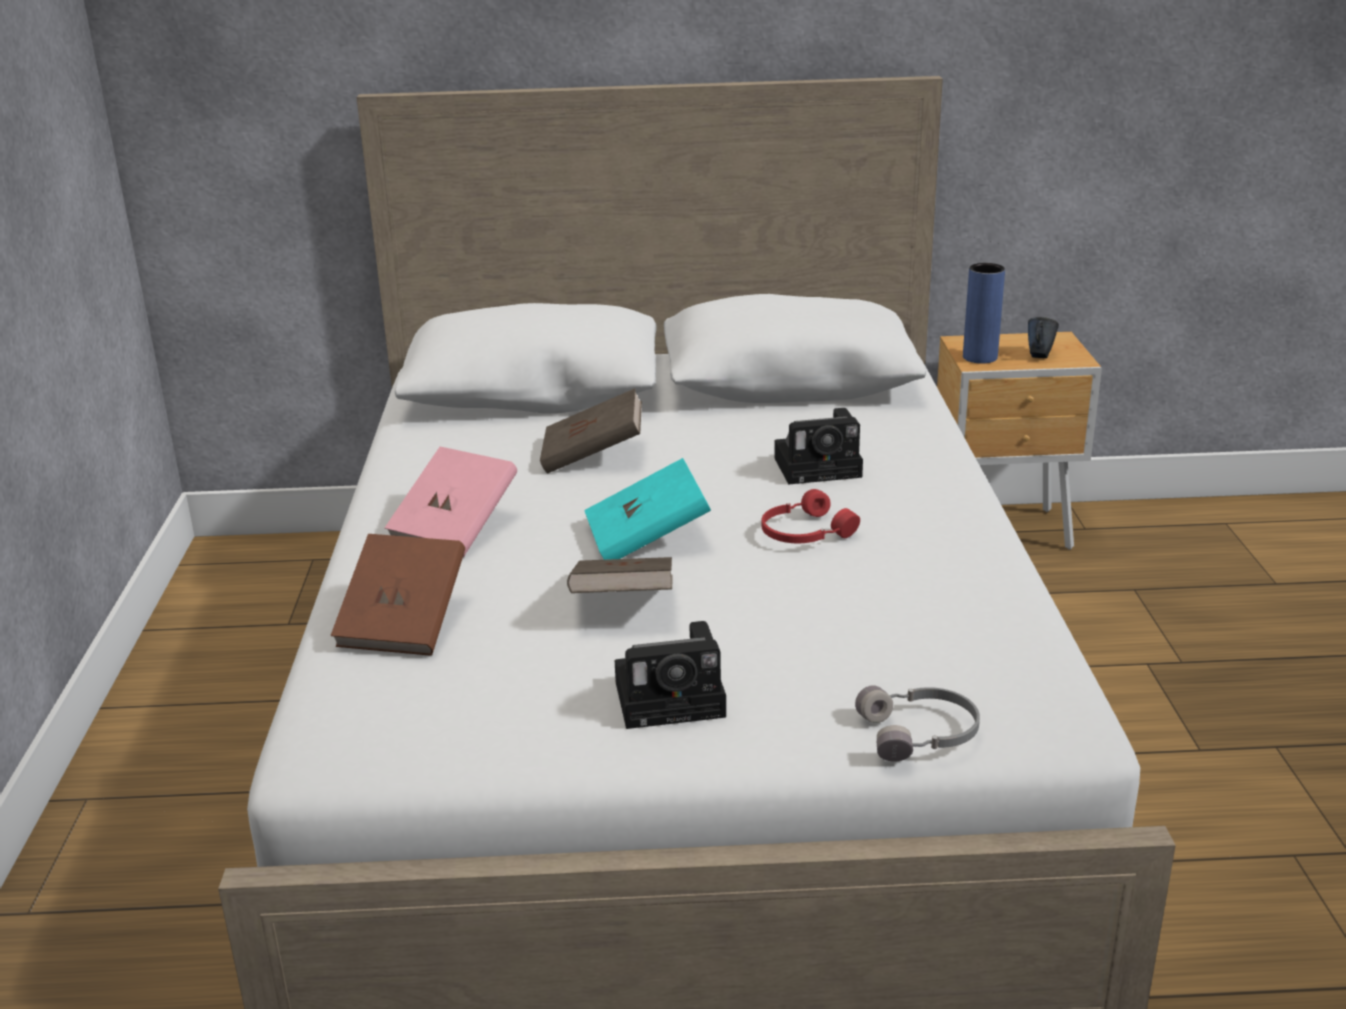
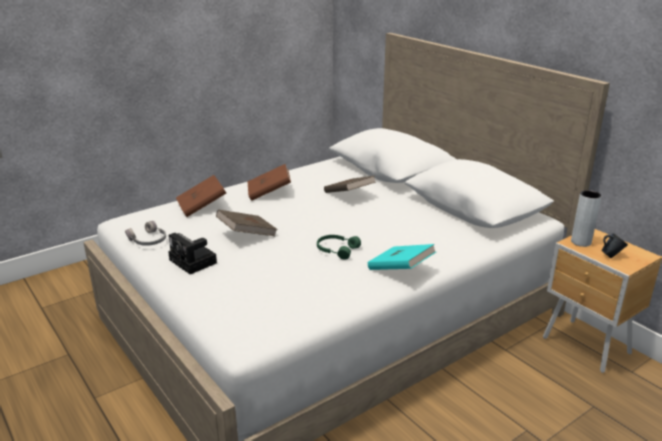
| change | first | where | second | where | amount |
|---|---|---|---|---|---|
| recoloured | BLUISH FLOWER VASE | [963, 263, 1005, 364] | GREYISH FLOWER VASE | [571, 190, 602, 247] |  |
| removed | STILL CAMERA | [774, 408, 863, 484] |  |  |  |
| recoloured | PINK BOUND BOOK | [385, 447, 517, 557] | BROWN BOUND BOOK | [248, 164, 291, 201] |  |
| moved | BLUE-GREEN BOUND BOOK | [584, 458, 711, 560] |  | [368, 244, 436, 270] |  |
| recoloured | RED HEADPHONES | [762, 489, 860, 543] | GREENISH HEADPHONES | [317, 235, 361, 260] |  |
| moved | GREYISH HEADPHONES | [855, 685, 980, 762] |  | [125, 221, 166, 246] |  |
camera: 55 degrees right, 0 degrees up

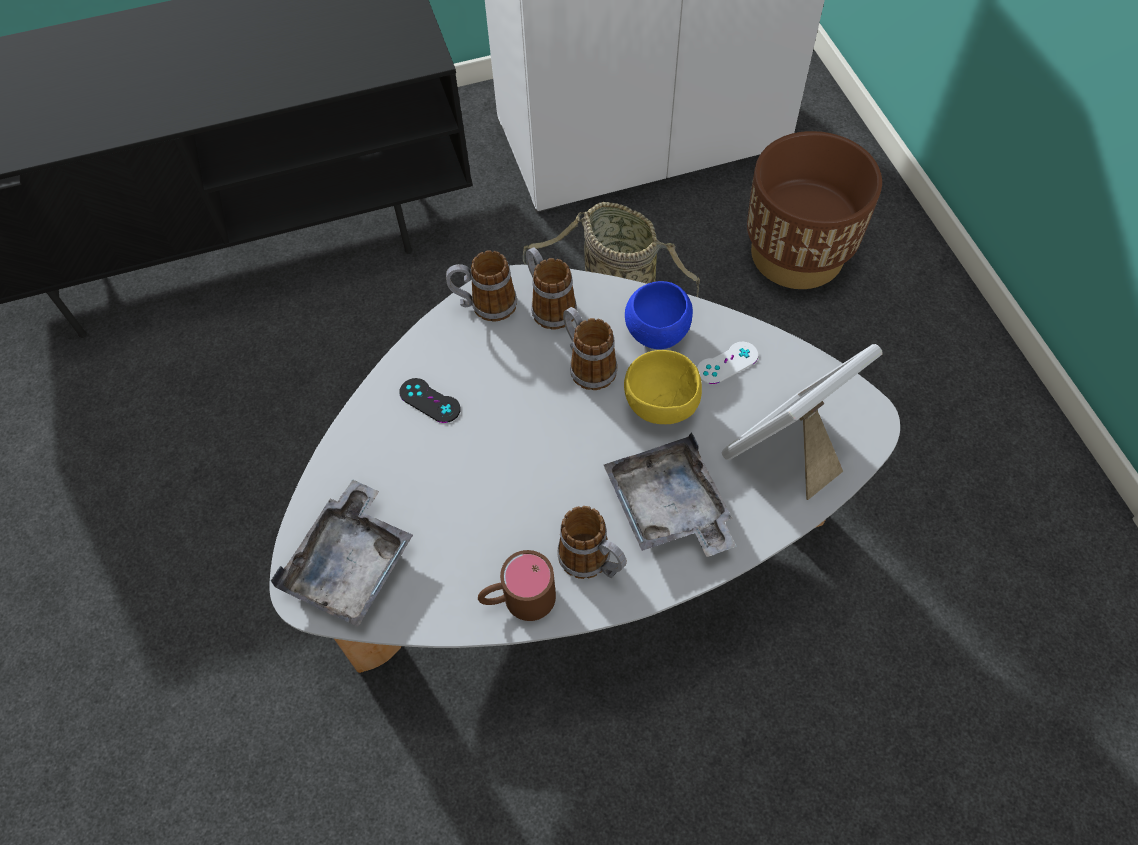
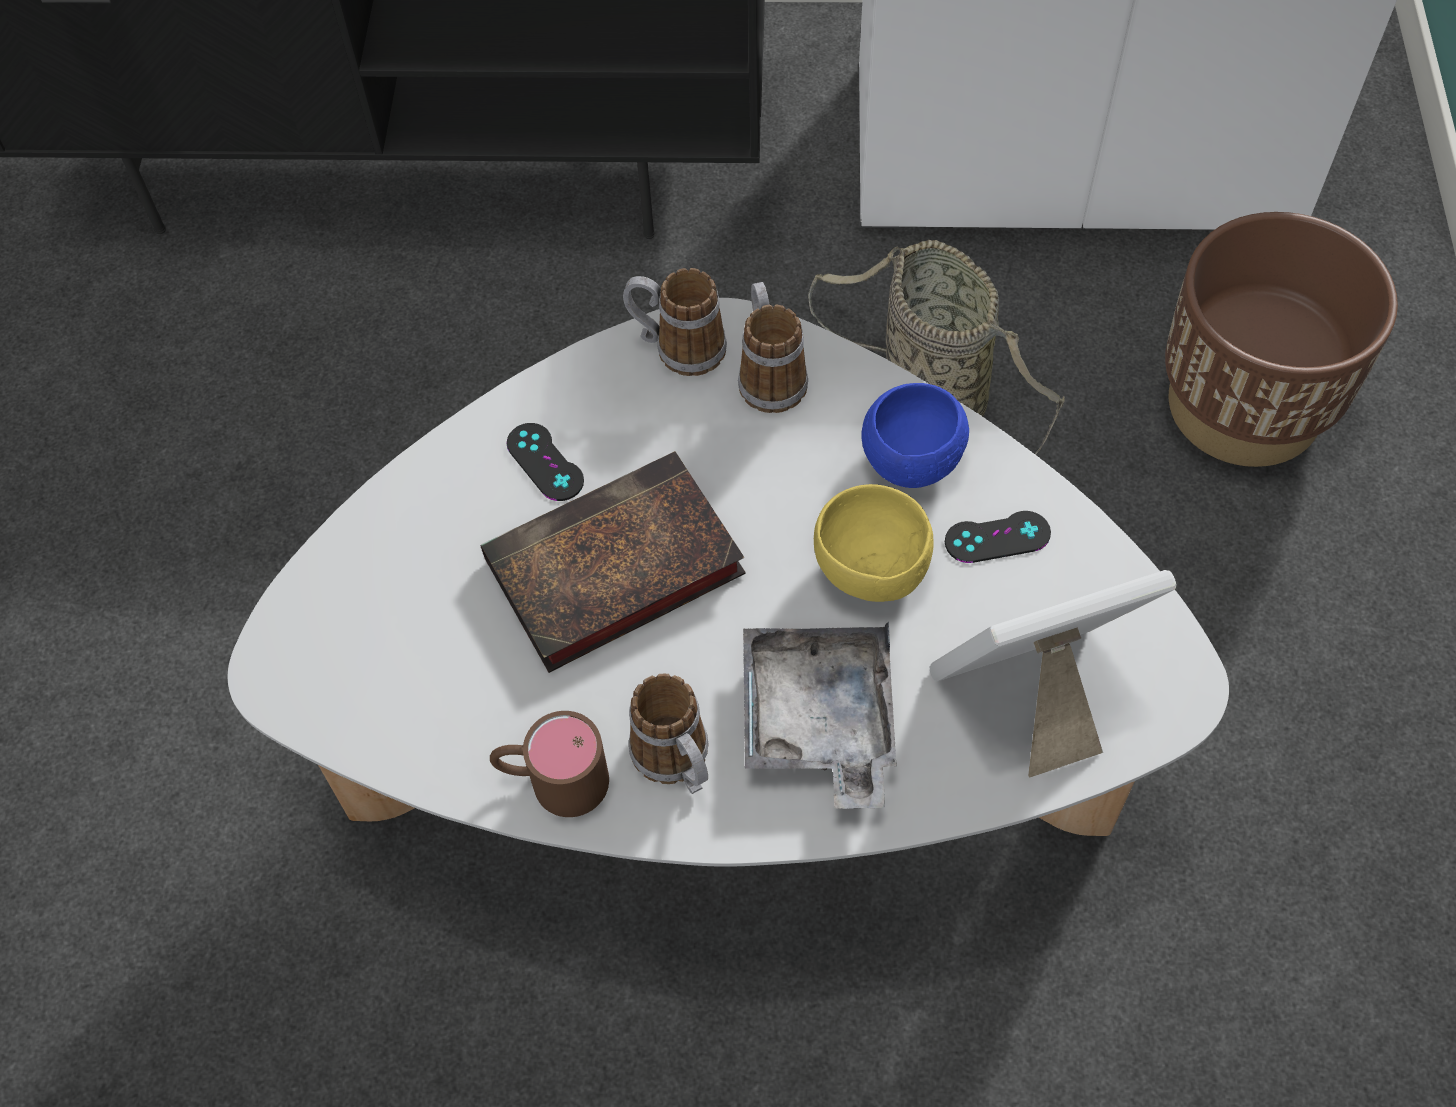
| change | first | where | second | where | amount |
|---|---|---|---|---|---|
| removed | COFFEE MUG | [563, 307, 617, 390] |  |  |  |
| recoloured | WHITE-COLOURED GAME CONTROLLER | [697, 342, 758, 384] | BLACKISH GAME CONTROLLER | [945, 511, 1051, 563] |  |
| removed | GREYISH SERVING TRAY | [271, 479, 413, 627] |  |  |  |
| added |  |  | BOUND BOOK | [480, 451, 746, 673] |  |
camera: 20 degrees right, 0 degrees up

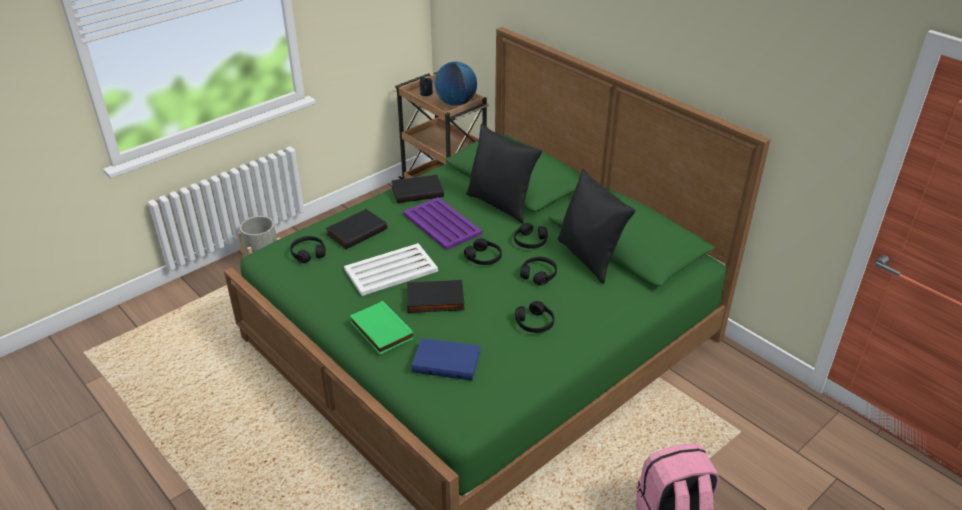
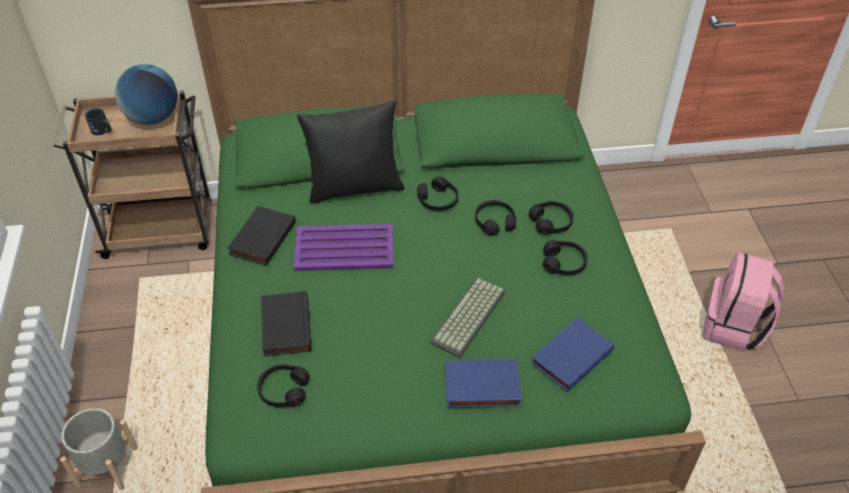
| change | first | where | second | where | amount |
|---|---|---|---|---|---|
| removed | BLACKISH CUSHION | [558, 168, 636, 284] |  |  |  |
| moved | BLACKISH HEADPHONES | [464, 238, 502, 265] |  | [529, 201, 574, 235] |  |
| removed | WHITE-COLOURED SERVING TRAY | [344, 243, 438, 296] |  |  |  |
| replaced | BLACKISH BOUND BOOK | [407, 280, 465, 313] | KEYBOARD | [430, 278, 505, 358] |  |
| recoloured | GREENISH BOUND BOOK | [350, 301, 414, 354] | BLUISH BOUND BOOK | [445, 359, 522, 408] |  |
camera: 55 degrees left, 10 degrees up

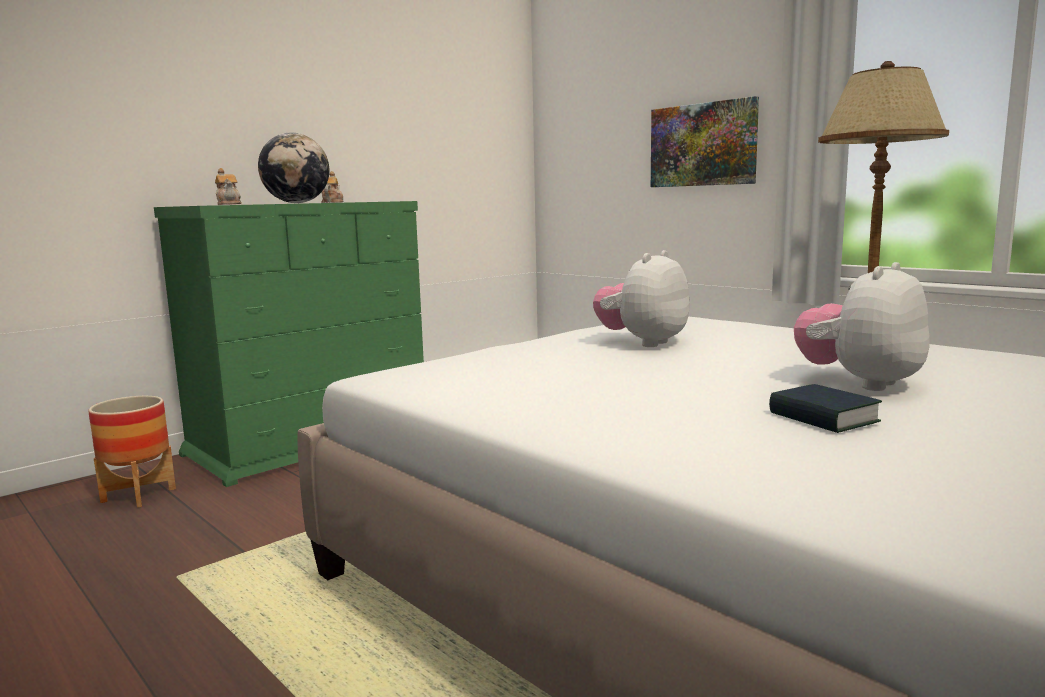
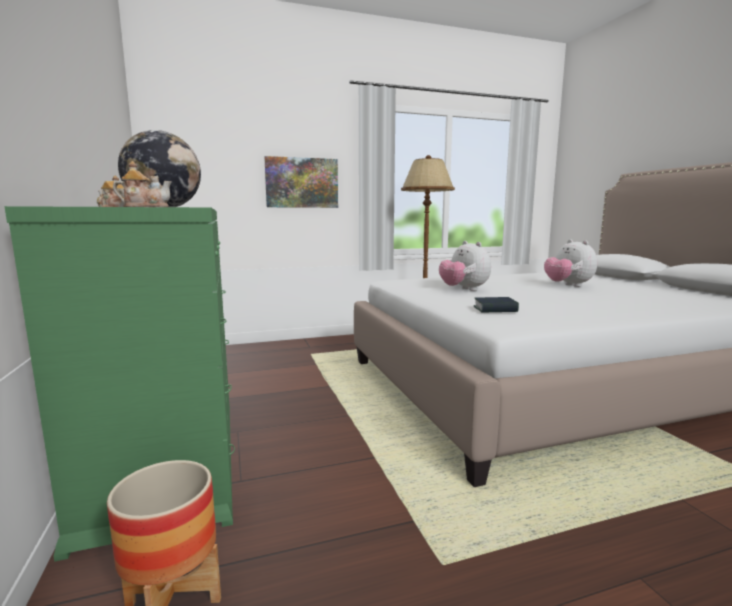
| change | first | where | second | where | amount |
|---|---|---|---|---|---|
| moved | BOUND BOOK | [769, 384, 882, 433] |  | [474, 297, 519, 312] |  |
camera: 65 degrees left, 0 degrees up

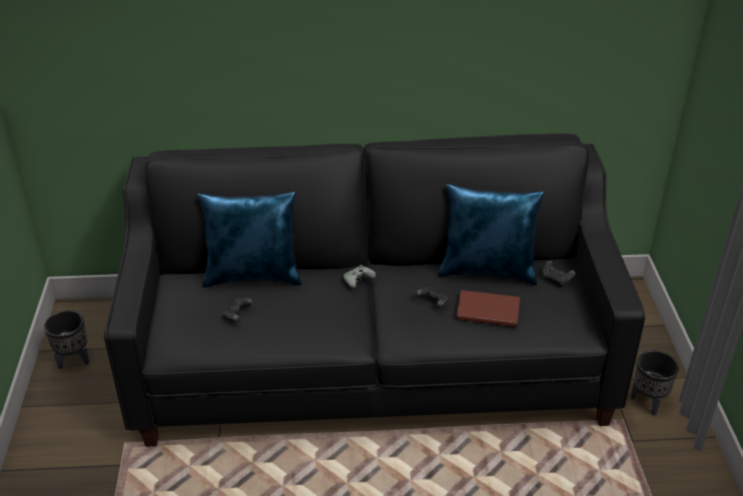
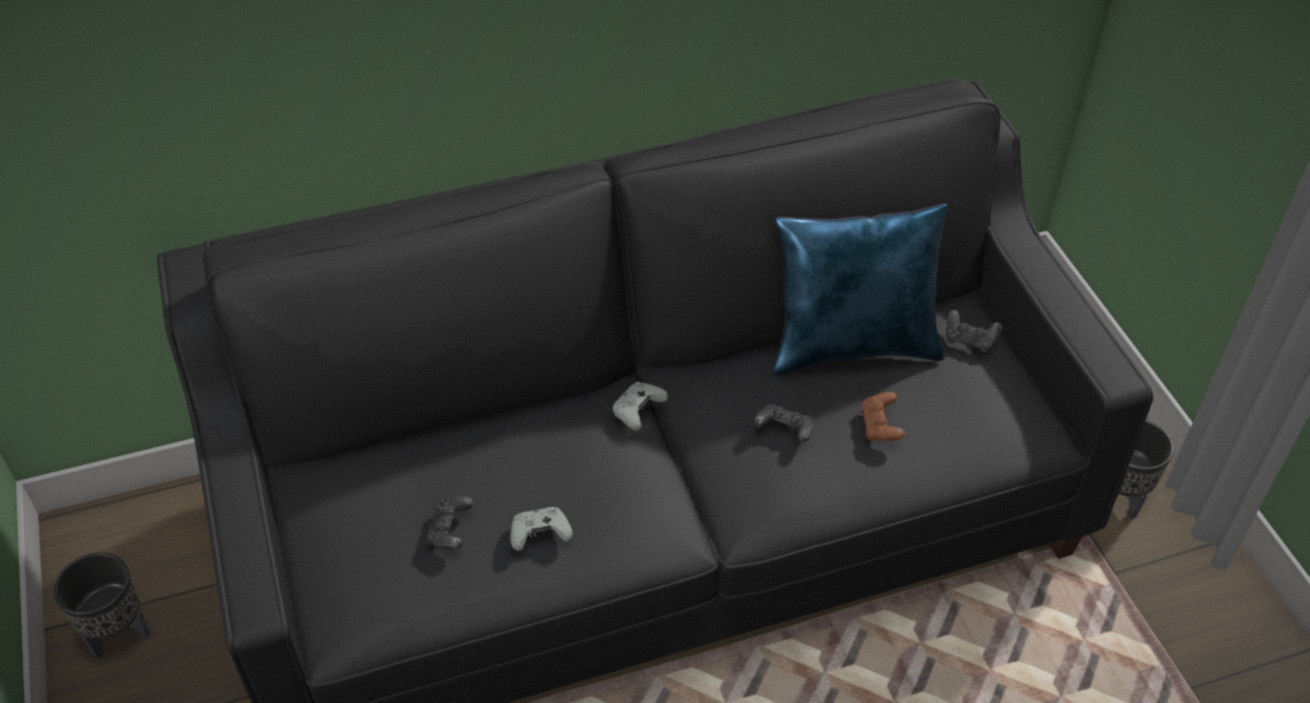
| change | first | where | second | where | amount |
|---|---|---|---|---|---|
| removed | BLUISH CUSHION | [198, 192, 302, 287] |  |  |  |
| replaced | BROWN BOUND BOOK | [456, 290, 520, 327] | BROWN GAME CONTROLLER | [861, 392, 905, 441] |  |
| added |  |  | GREYISH GAME CONTROLLER | [511, 507, 573, 551] |  |
camera: 15 degrees left, 10 degrees up

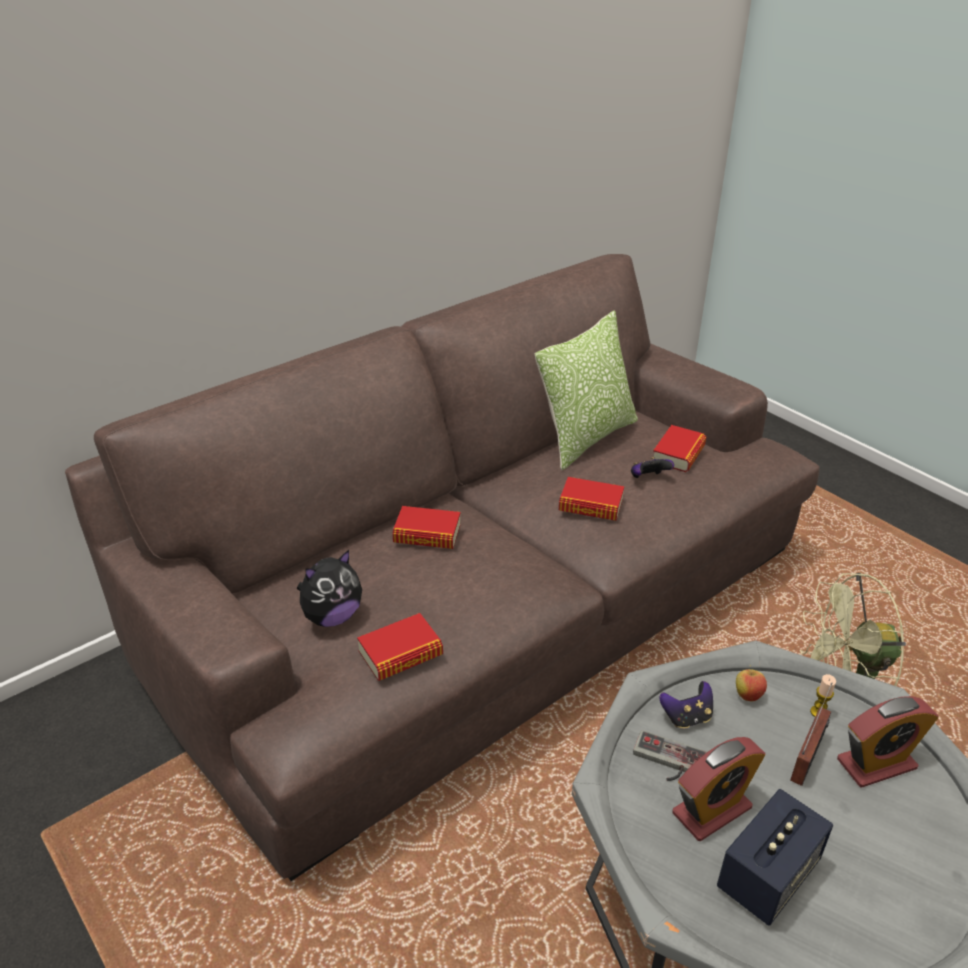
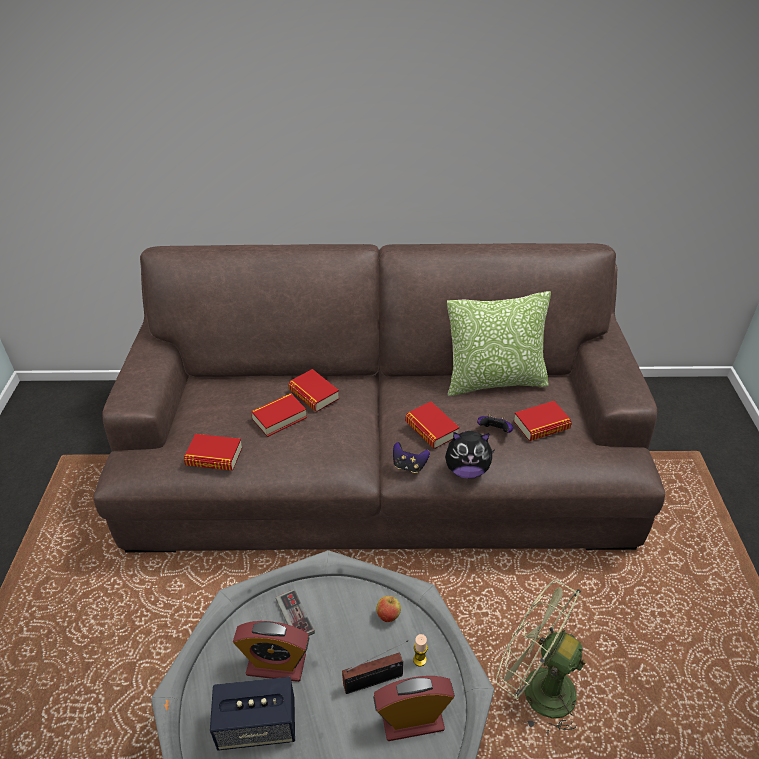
| change | first | where | second | where | amount |
|---|---|---|---|---|---|
| moved | SOFT TOY | [297, 550, 362, 627] |  | [445, 431, 495, 479] |  |
| moved | GAME CONTROLLER | [660, 681, 713, 728] |  | [393, 442, 430, 473] |  |
| turned | TABLE CLOCK | [837, 696, 939, 788] |  | [373, 676, 455, 741] | 150 degrees clockwise |
| added |  |  | BOUND BOOK | [251, 393, 307, 437] |  |
camera: 40 degrees right, 5 degrees up

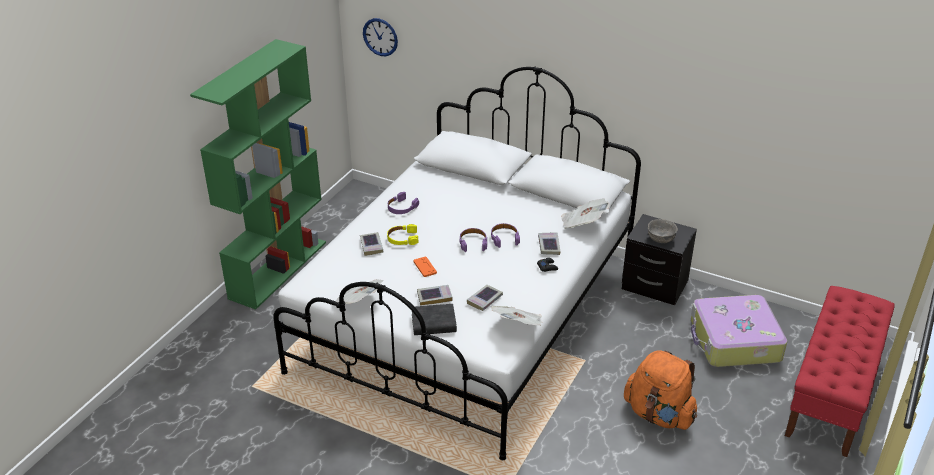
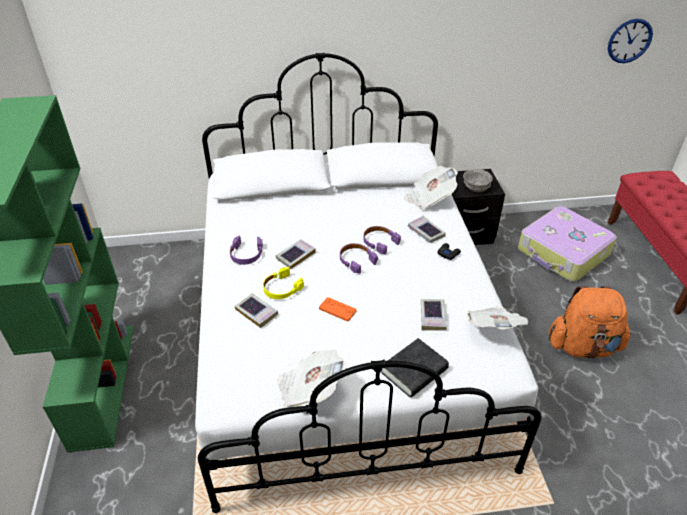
| change | first | where | second | where | amount |
|---|---|---|---|---|---|
| moved | HANGING CLOCK | [363, 18, 398, 56] |  | [608, 19, 653, 63] |  |
| moved | BOUND BOOK | [417, 285, 452, 306] |  | [276, 239, 316, 269] |  |
camera: 35 degrees left, 5 degrees up

